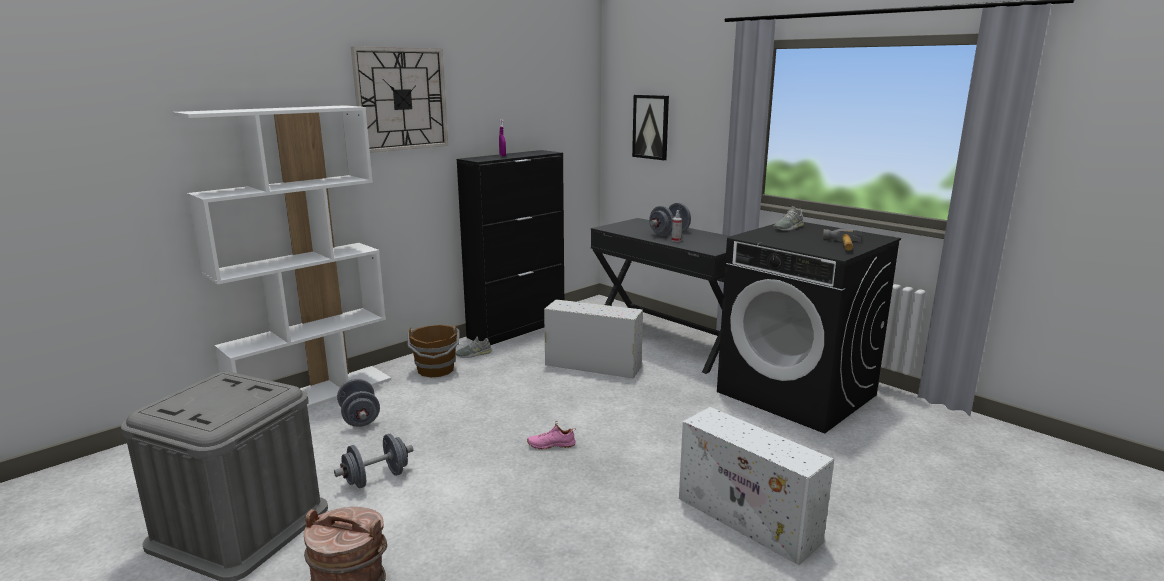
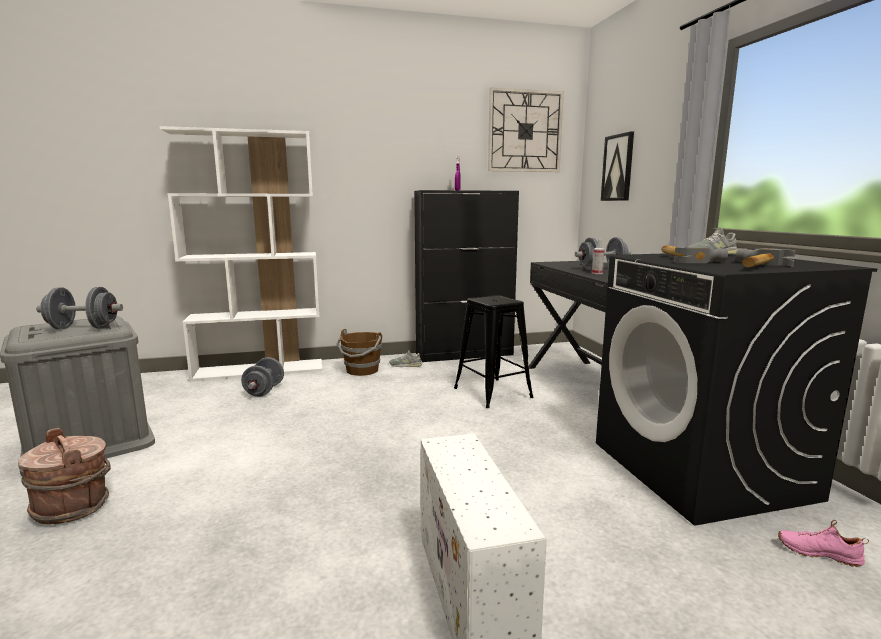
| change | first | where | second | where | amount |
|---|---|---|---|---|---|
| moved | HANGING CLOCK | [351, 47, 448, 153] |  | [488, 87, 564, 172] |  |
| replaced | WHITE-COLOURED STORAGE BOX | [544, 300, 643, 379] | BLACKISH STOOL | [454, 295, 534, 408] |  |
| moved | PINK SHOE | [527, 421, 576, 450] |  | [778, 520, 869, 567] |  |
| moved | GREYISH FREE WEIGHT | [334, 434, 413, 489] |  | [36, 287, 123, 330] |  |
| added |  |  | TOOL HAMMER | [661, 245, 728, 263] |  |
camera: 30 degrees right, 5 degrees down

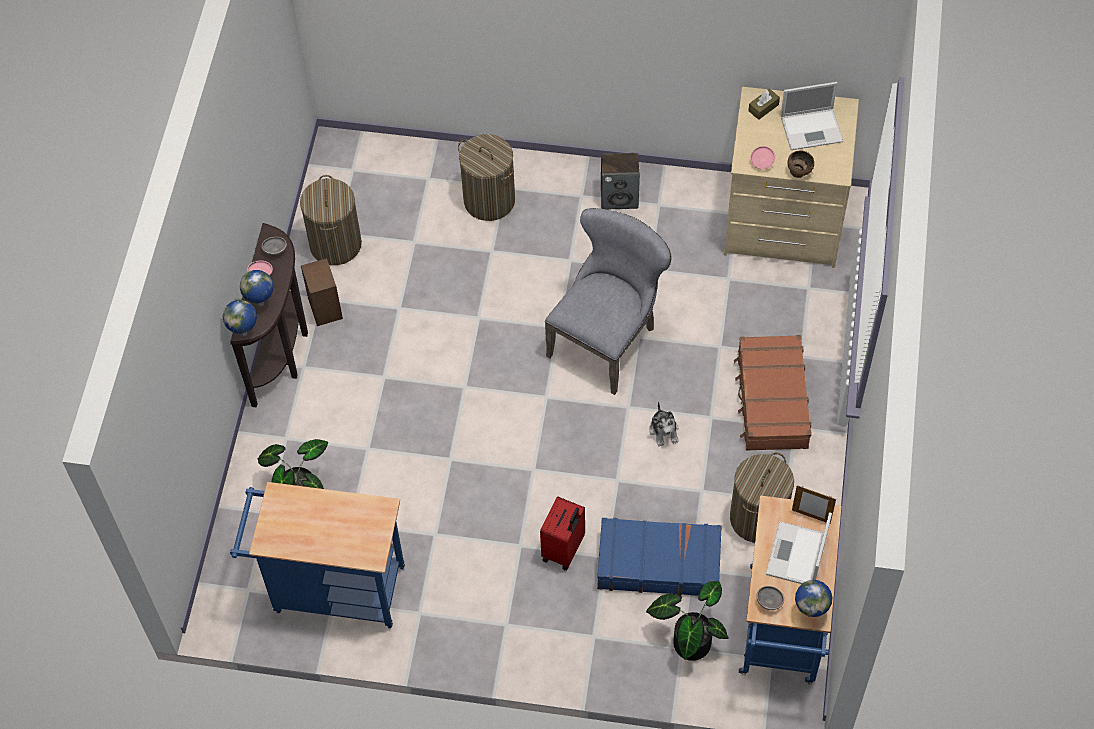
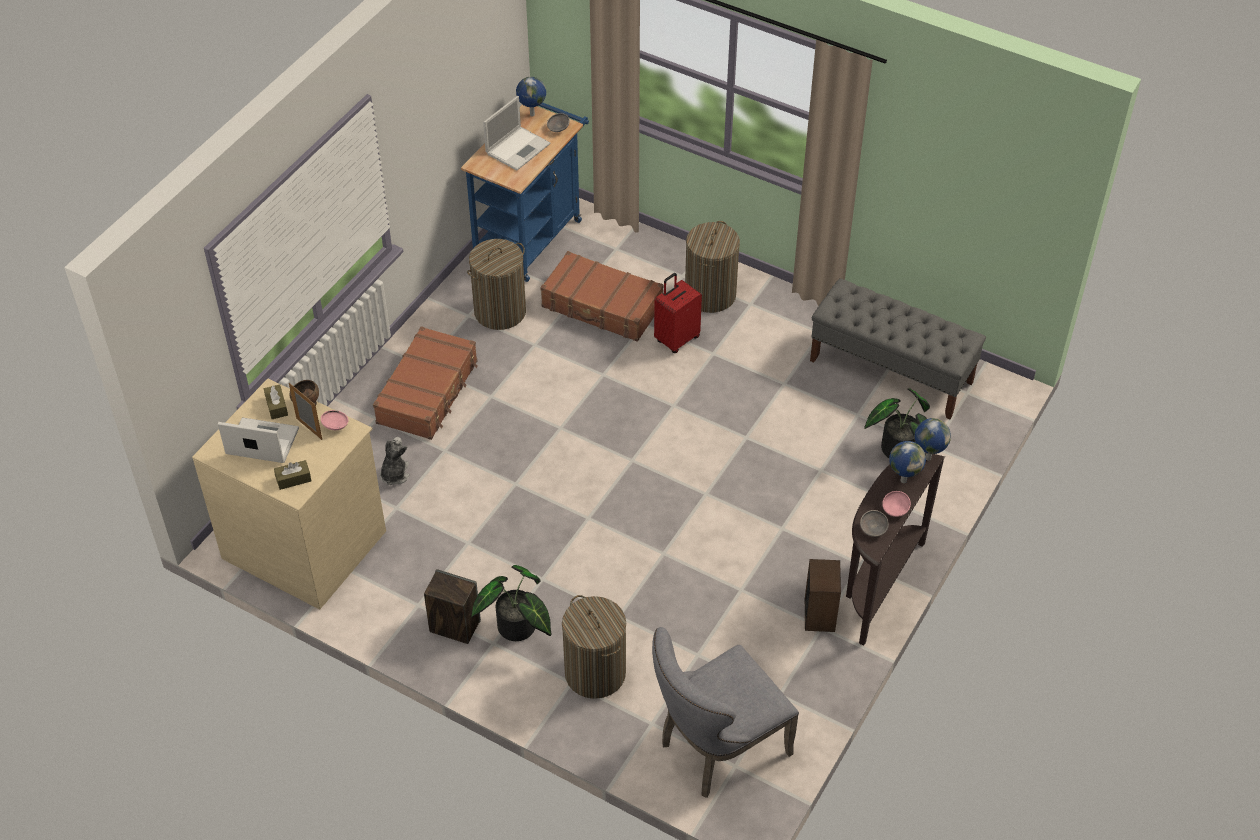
| change | first | where | second | where | amount |
|---|---|---|---|---|---|
| moved | LAUNDRY BASKET | [300, 175, 362, 265] |  | [685, 221, 740, 313] |  |
| moved | GREYISH UPRIGHT CHAIR | [545, 208, 672, 395] |  | [652, 627, 799, 798] |  |
| moved | SOFT TOY | [649, 401, 679, 447] |  | [380, 437, 409, 485] |  |
| replaced | BLUISH CART | [230, 482, 405, 628] | GREYISH BENCH | [810, 278, 986, 419] |  |
| moved | STANDING FRAME | [792, 485, 836, 523] |  | [289, 383, 322, 440] |  |
| recoloured | BLUISH PIECE OF LUGGAGE | [597, 518, 722, 596] | BROWN PIECE OF LUGGAGE | [540, 251, 663, 342] |  |
| moved | HOUSEPLANT | [646, 581, 729, 661] |  | [471, 565, 552, 641] |  |
| added |  |  | BROWN BOX OF TISSUES | [264, 384, 288, 419] |  |
camera: 160 degrees left, 10 degrees down

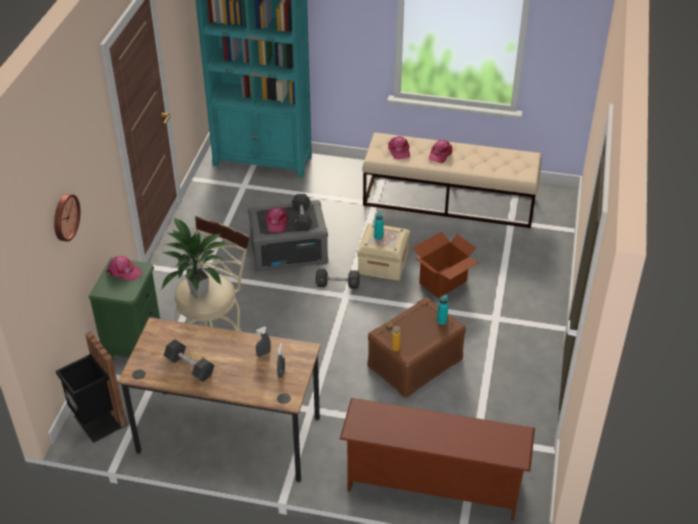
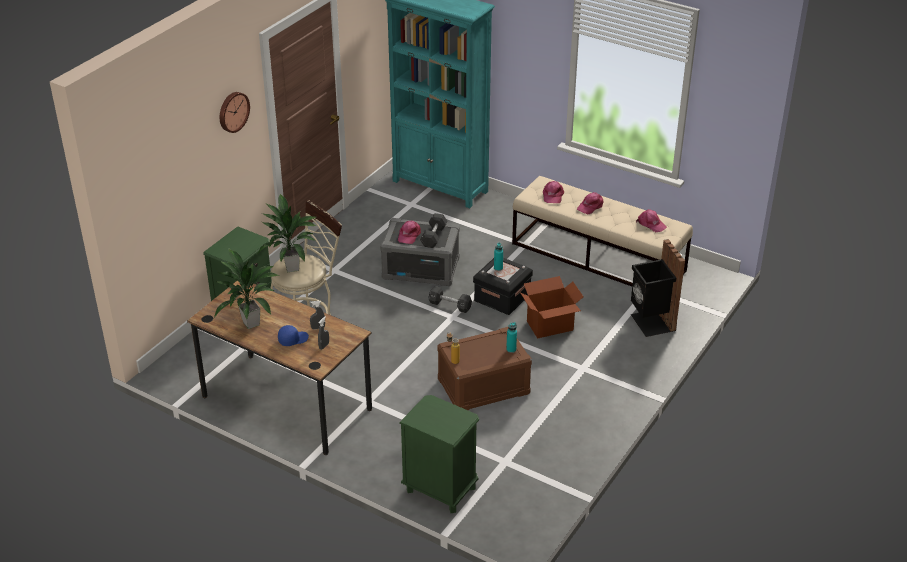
| change | first | where | second | where | amount |
|---|---|---|---|---|---|
| moved | HANGING CLOCK | [54, 194, 81, 242] |  | [220, 92, 250, 133] |  |
| recoloured | BEIGE-COLOURED STORAGE BOX | [357, 223, 410, 281] | BLACKISH STORAGE BOX | [473, 258, 533, 315] |  |
| moved | PINK CAP | [106, 256, 142, 281] |  | [636, 209, 667, 232] |  |
| moved | BLACKISH RUBBISH BIN | [56, 332, 127, 443] |  | [631, 239, 685, 337] |  |
| replaced | BLACKISH FREE WEIGHT | [163, 339, 214, 382] | HOUSEPLANT | [213, 249, 279, 329] |  |
| replaced | BROWN SHOE RACK | [340, 398, 535, 521] | GREENISH NIGHTSTAND | [399, 395, 479, 513] |  |
| added |  |  | BLUISH CAP | [278, 325, 309, 346] |  |
camera: 20 degrees right, 5 degrees down

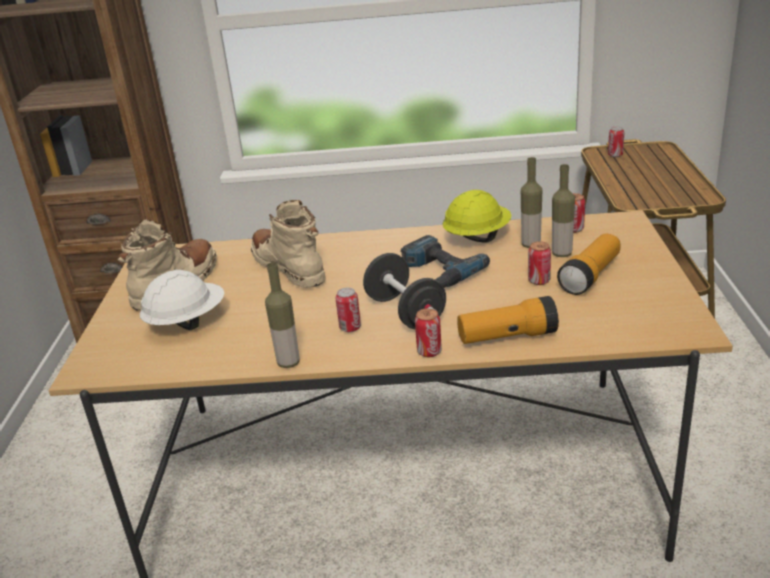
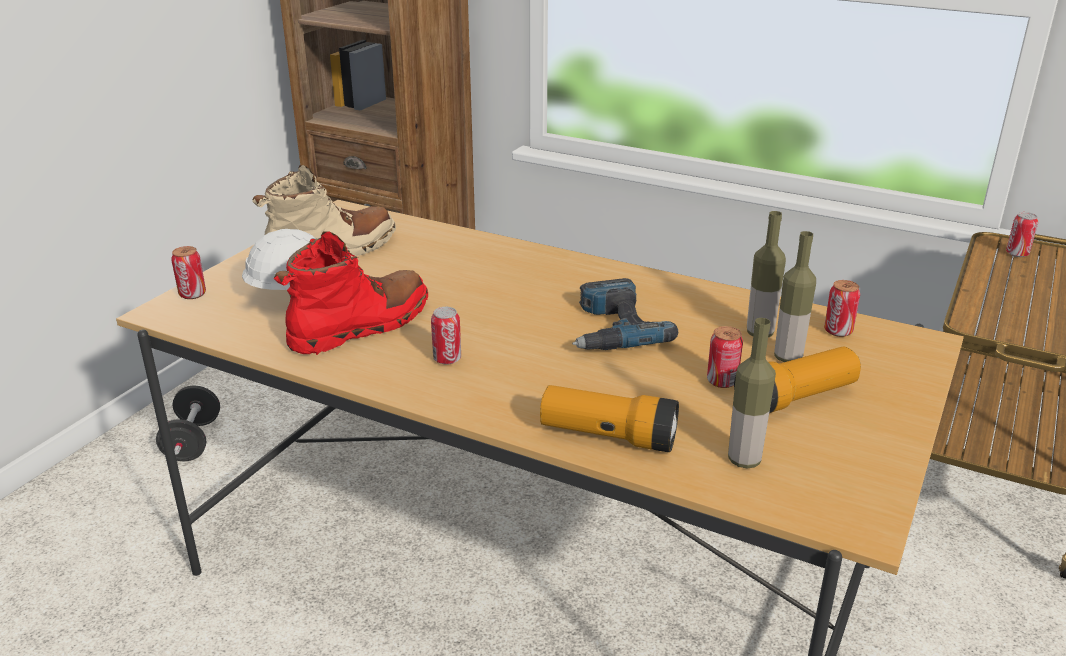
| change | first | where | second | where | amount |
|---|---|---|---|---|---|
| removed | YELLOW WORK HELMET | [443, 190, 511, 243] |  |  |  |
| removed | BEIGE-COLOURED HIGH-TOP BOOT | [251, 200, 326, 288] |  |  |  |
| moved | BLACKISH FREE WEIGHT | [363, 253, 446, 329] |  | [156, 385, 220, 461] |  |
| moved | DRINK BOTTLE | [265, 262, 300, 368] |  | [728, 318, 776, 468] |  |
| moved | METAL CAN | [415, 308, 442, 357] |  | [171, 246, 206, 299] |  |
| added |  |  | RED HIGH-TOP BOOT | [274, 231, 428, 355] |  |
camera: 25 degrees right, 0 degrees up

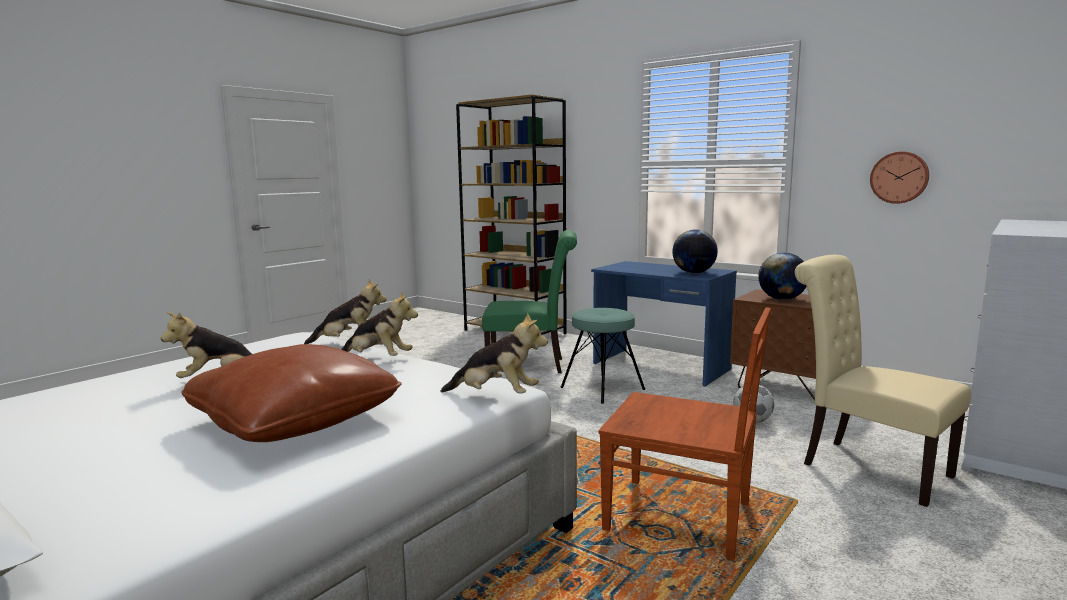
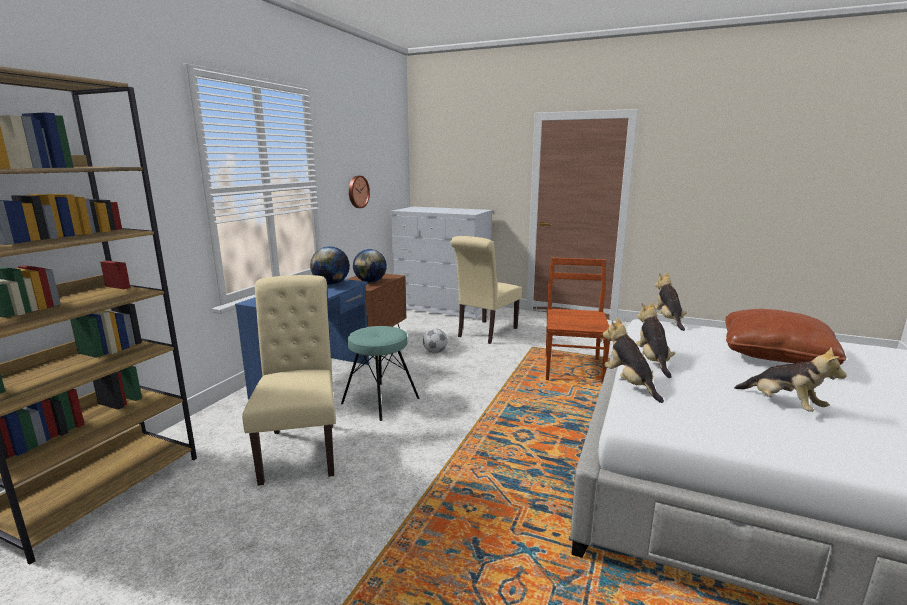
| change | first | where | second | where | amount |
|---|---|---|---|---|---|
| recoloured | GREENISH UPRIGHT CHAIR | [482, 230, 577, 373] | BEIGE-COLOURED UPRIGHT CHAIR | [242, 275, 336, 486] |  |
camera: 105 degrees left, 5 degrees up

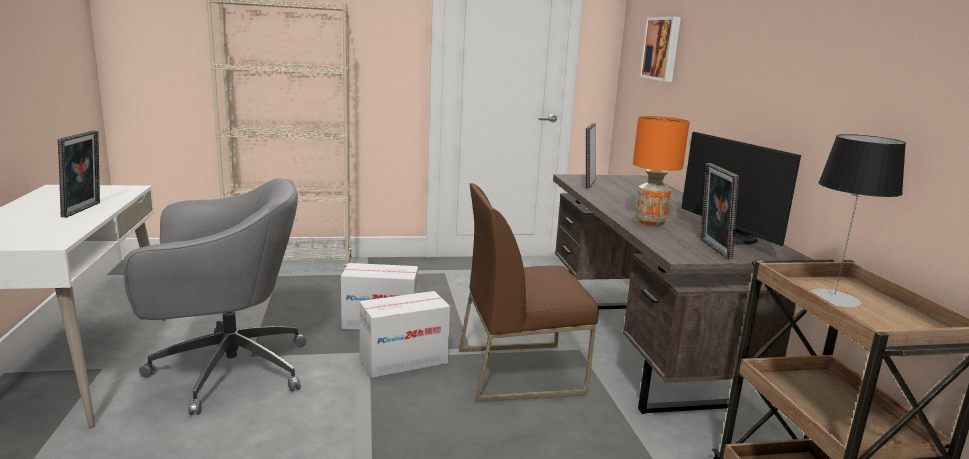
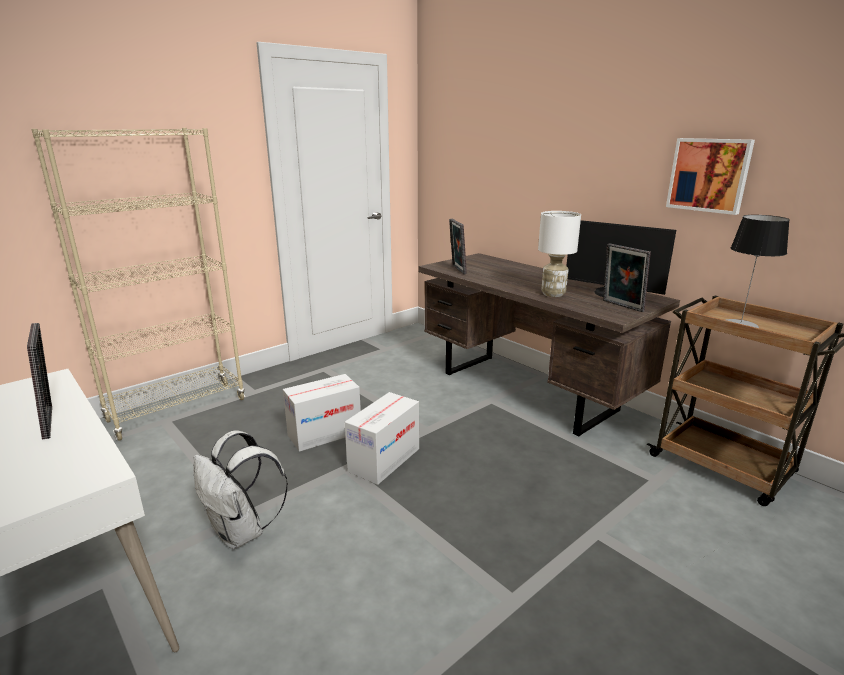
| change | first | where | second | where | amount |
|---|---|---|---|---|---|
| moved | WALL ART | [640, 17, 681, 82] |  | [666, 138, 755, 215] |  |
| recoloured | ORANGE-COLOURED TABLE LAMP | [633, 116, 690, 226] | WHITE-COLOURED TABLE LAMP | [538, 211, 581, 297] |  |
| replaced | GREYISH DESK CHAIR | [123, 178, 307, 415] | WHITE-COLOURED BACKPACK | [193, 430, 288, 549] |  |
| removed | BROWN UPRIGHT CHAIR | [459, 183, 599, 402] |  |  |  |
camera: 30 degrees left, 5 degrees up

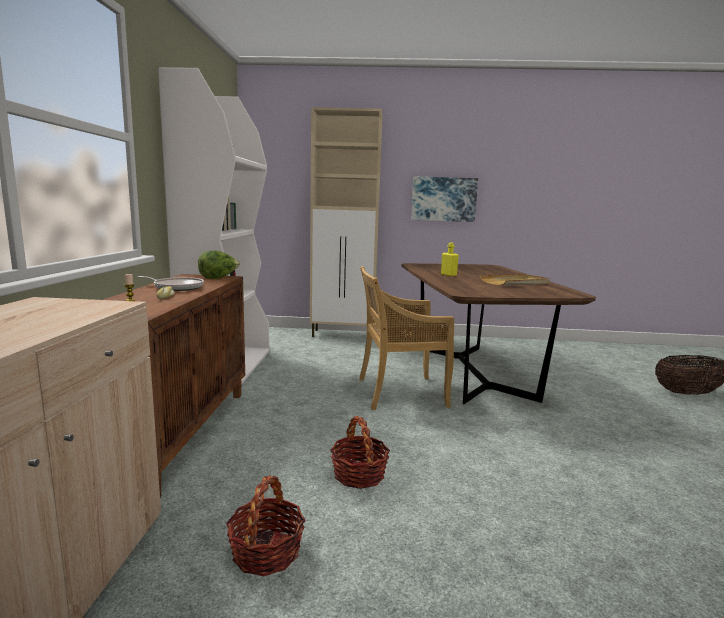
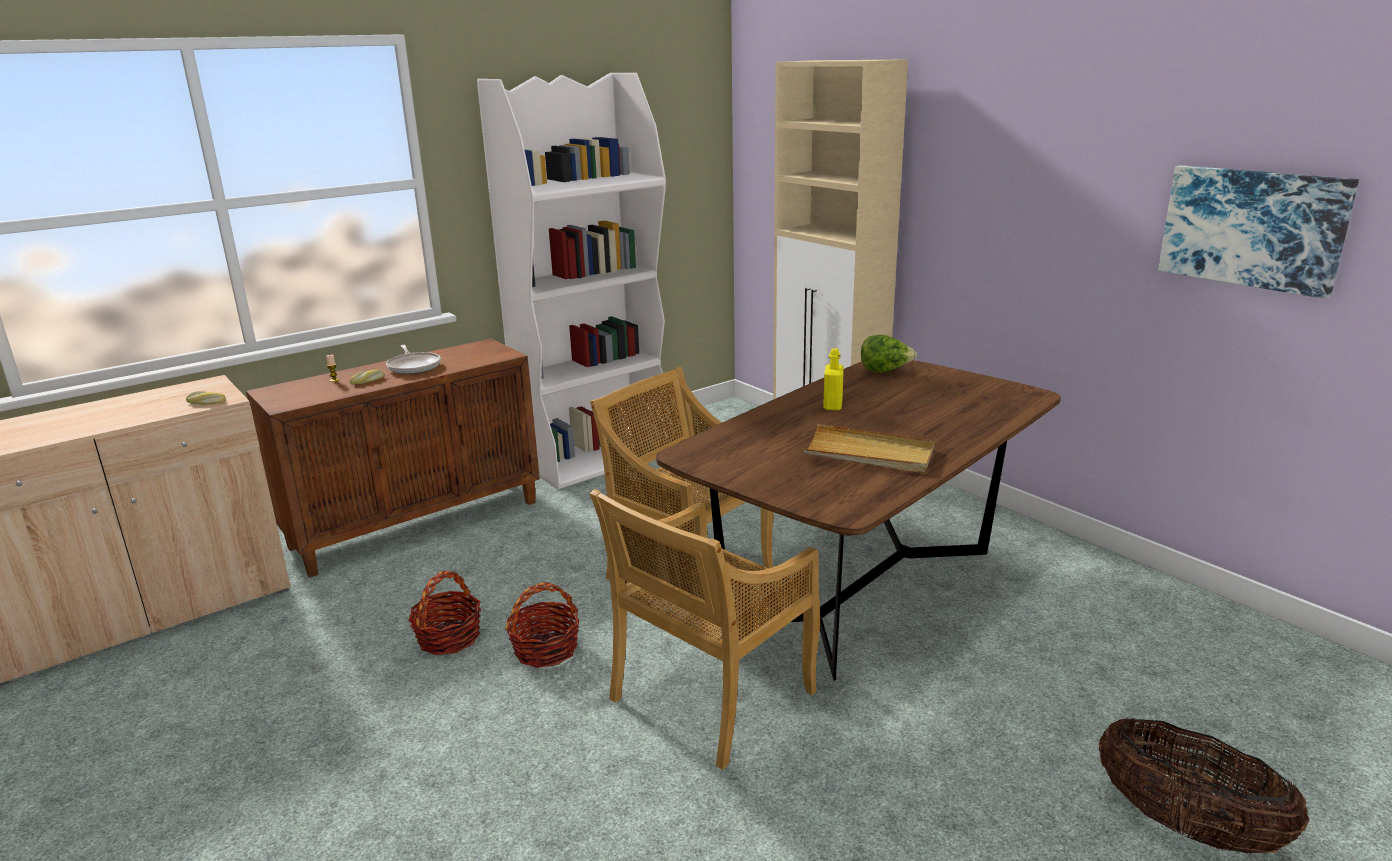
| change | first | where | second | where | amount |
|---|---|---|---|---|---|
| moved | WALL ART | [411, 177, 478, 222] |  | [1158, 165, 1359, 299] |  |
| moved | LETTUCE HEAD | [198, 250, 240, 279] |  | [861, 335, 917, 373] |  |
| moved | STORAGE BASKET | [226, 476, 305, 576] |  | [505, 582, 579, 668] |  |
| added |  |  | BAKED BREAD | [186, 391, 226, 405] |  |
| added |  |  | BEIGE-COLOURED UPRIGHT CHAIR | [589, 489, 820, 770] |  |
camera: 50 degrees right, 10 degrees up

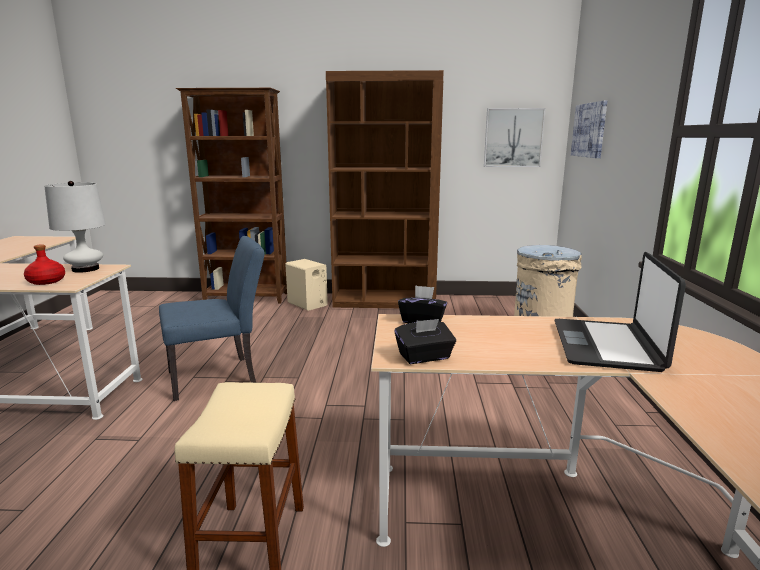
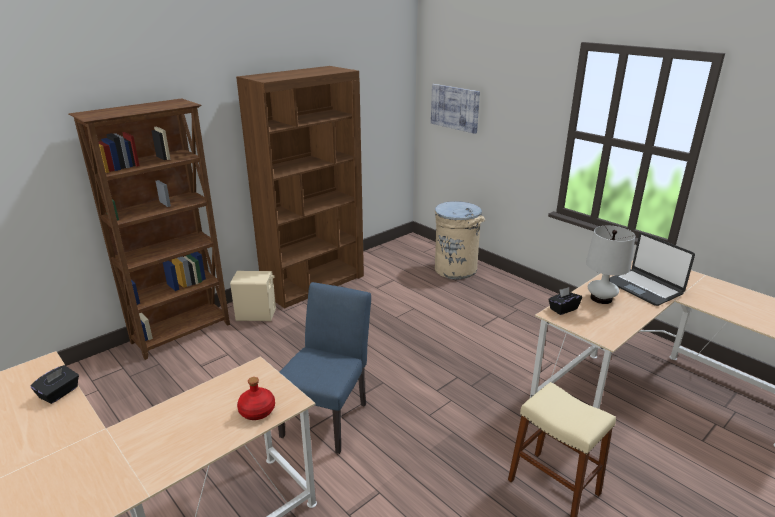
| change | first | where | second | where | amount |
|---|---|---|---|---|---|
| removed | WALL ART | [484, 108, 546, 167] |  |  |  |
| moved | WHITE-COLOURED TABLE LAMP | [44, 181, 106, 273] |  | [586, 226, 635, 304] |  |
| moved | BLACKISH BOX OF TISSUES | [394, 319, 456, 364] |  | [31, 365, 79, 404] |  |
camera: 45 degrees left, 10 degrees up

